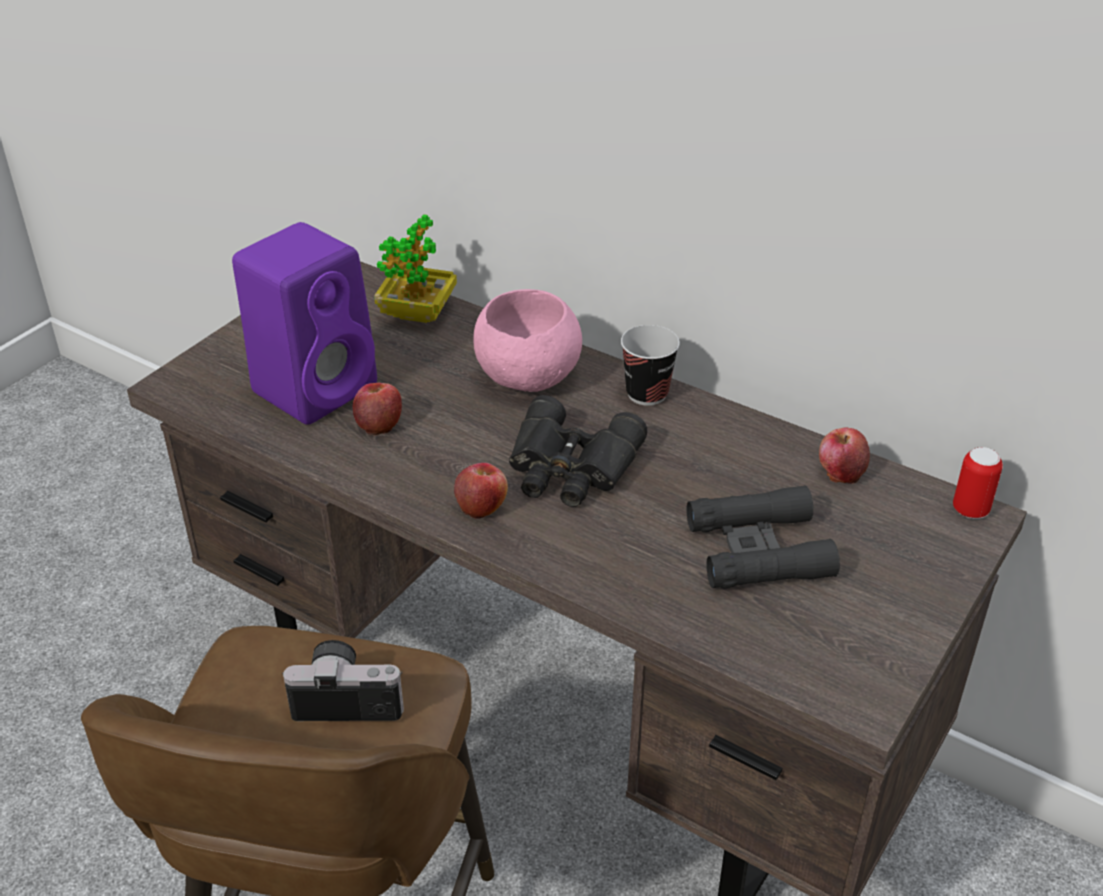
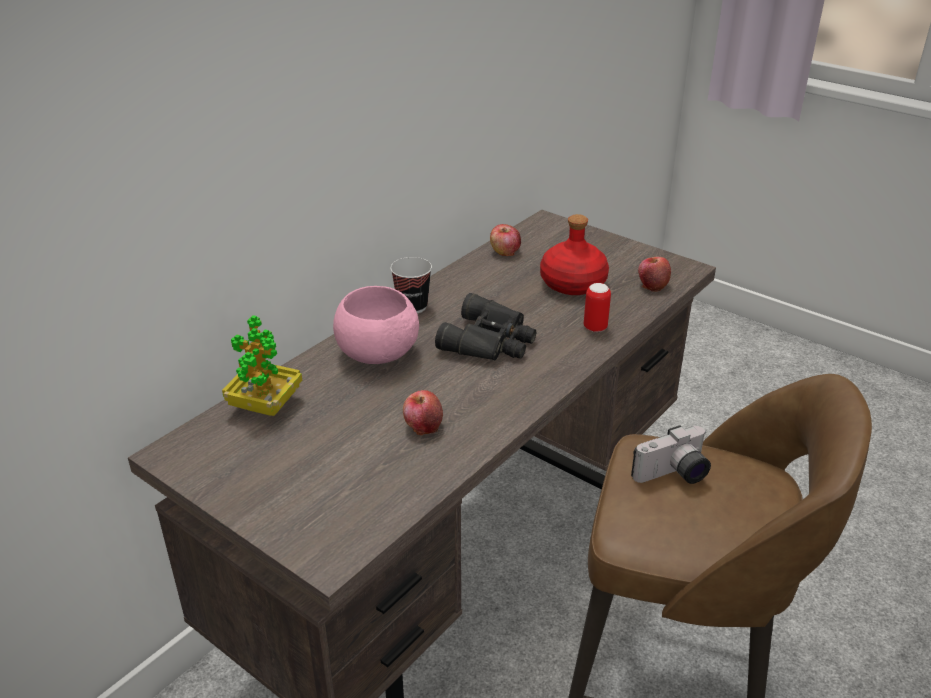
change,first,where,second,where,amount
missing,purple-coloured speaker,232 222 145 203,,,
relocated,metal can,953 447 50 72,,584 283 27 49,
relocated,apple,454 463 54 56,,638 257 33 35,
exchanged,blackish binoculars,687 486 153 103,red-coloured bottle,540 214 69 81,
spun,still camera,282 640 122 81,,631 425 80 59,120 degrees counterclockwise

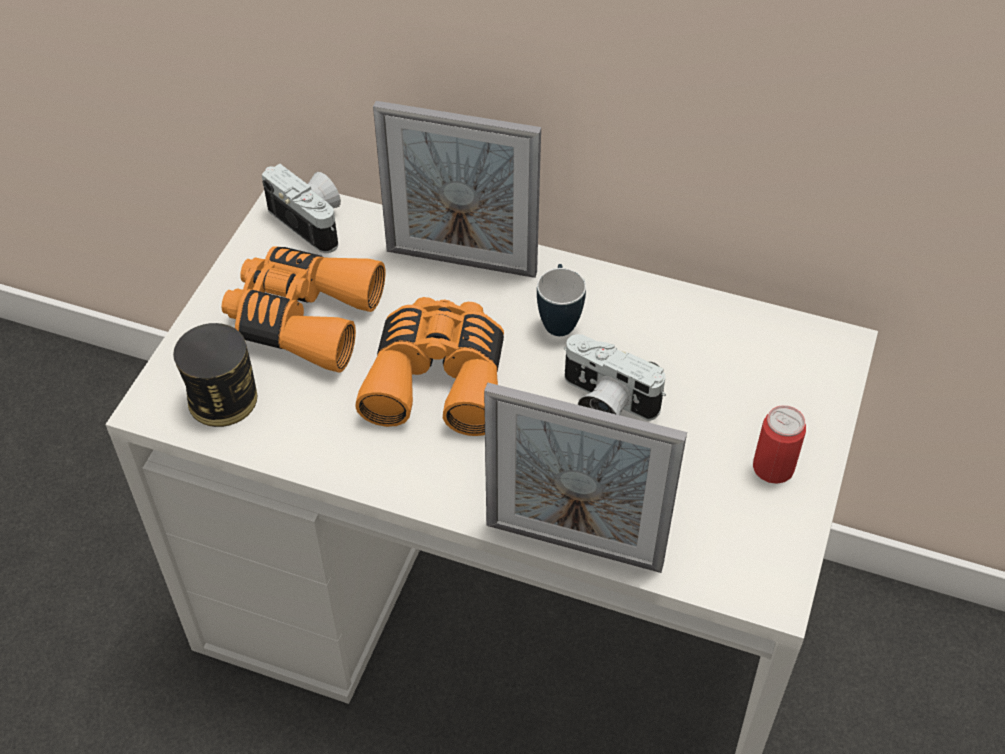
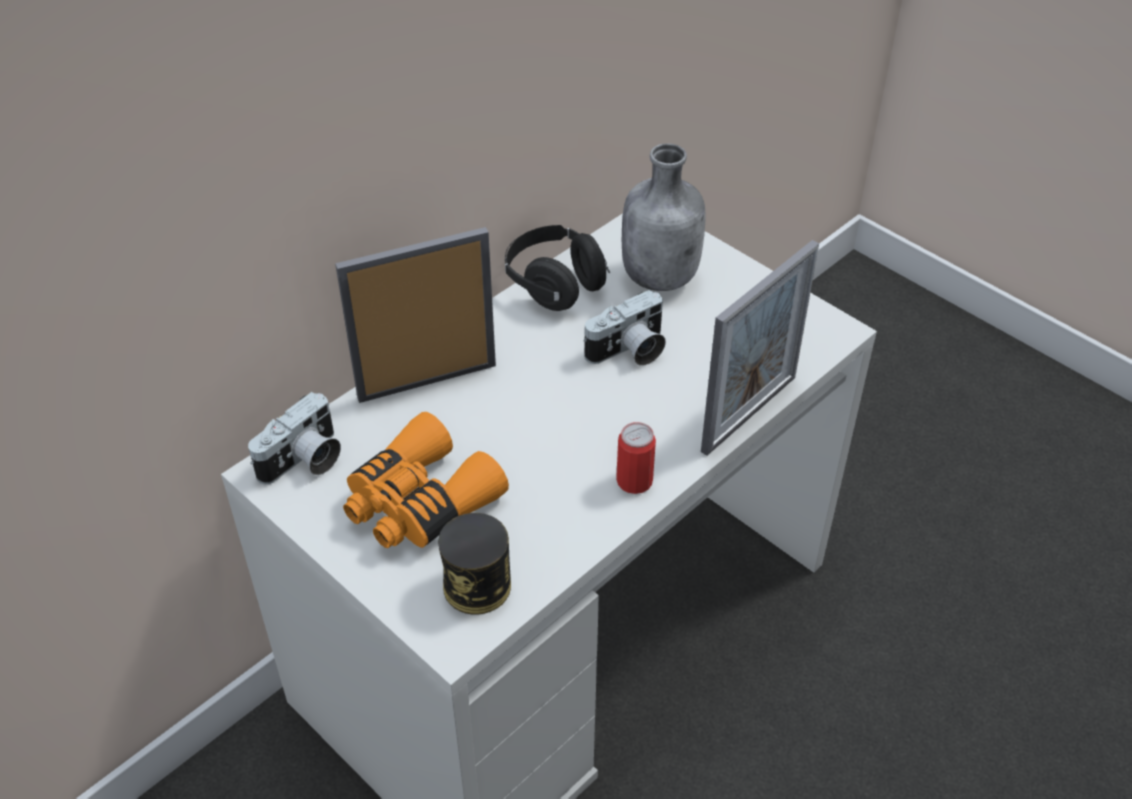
change,first,where,second,where,amount
spun,standing frame,373 101 168 177,,335 227 161 176,150 degrees counterclockwise
spun,still camera,262 164 79 89,,248 392 93 92,150 degrees clockwise
missing,mug,537 264 49 72,,,
missing,orange binoculars,355 297 149 139,,,
relocated,metal can,753 405 53 79,,616 422 40 72,
appeared,,,gray bottle,622 143 84 148,
appeared,,,blackish headphones,505 225 105 86,

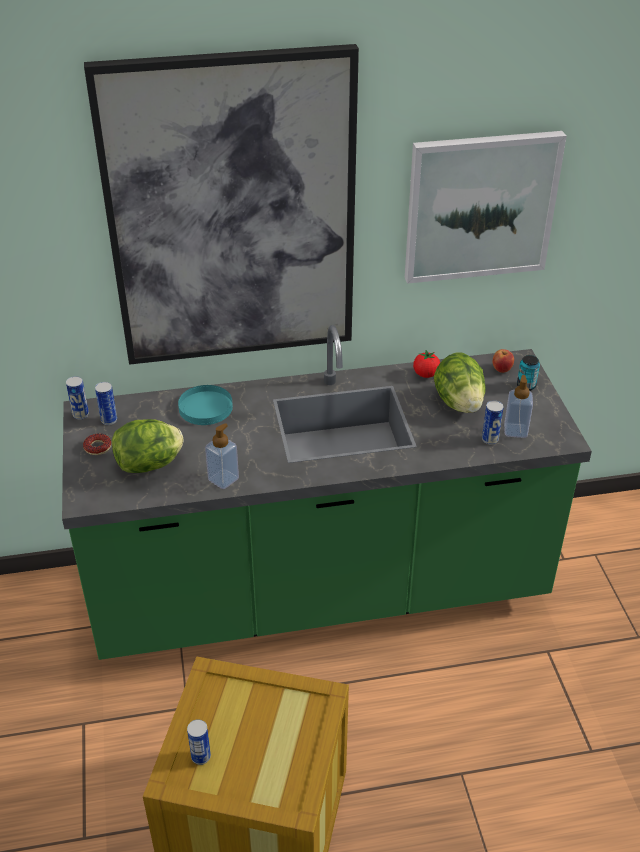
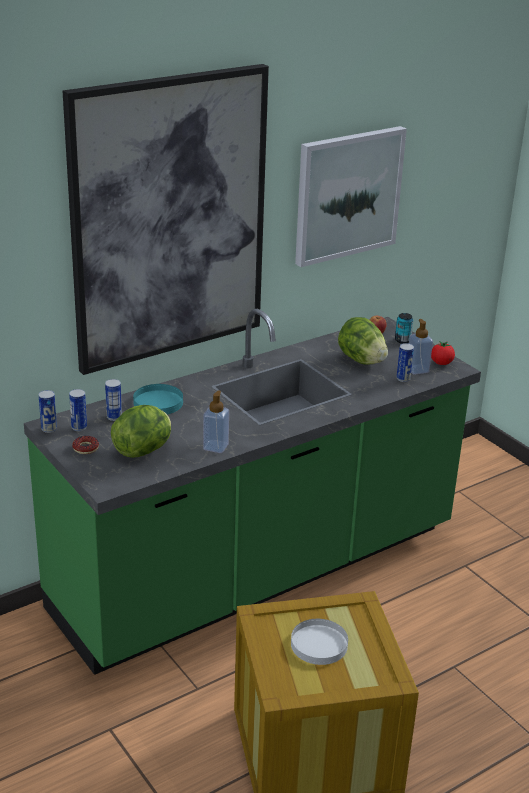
change,first,where,second,where,amount
relocated,tomato,413 350 27 28,,431 341 24 24,
relocated,metal can,187 719 24 46,,105 379 17 42,
appeared,,,whitish flat dish,291 619 57 46,

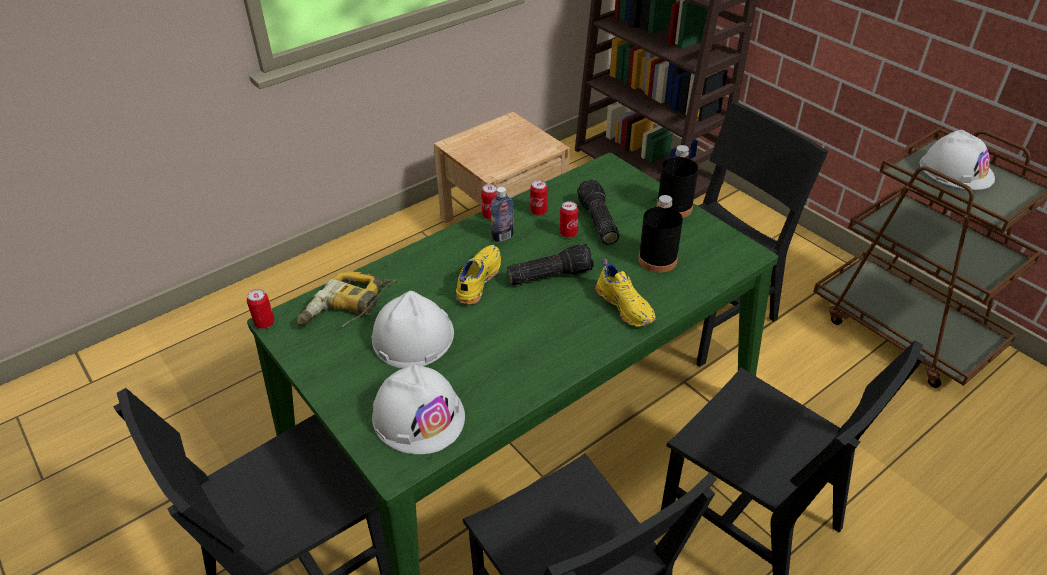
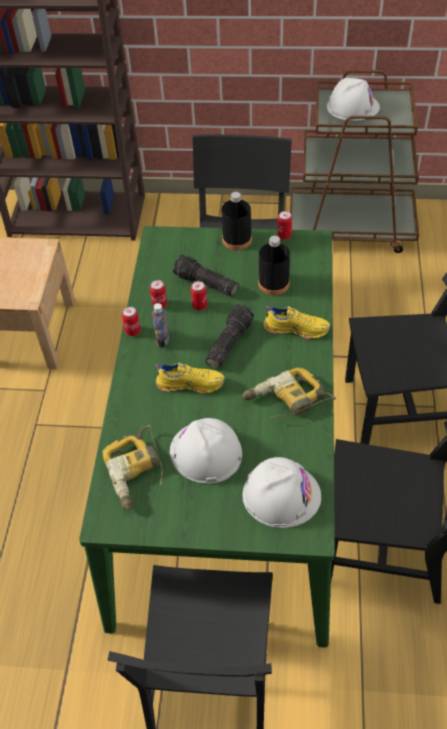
change,first,where,second,where,amount
spun,yellow-coloured item of footwear,456 245 45 60,,155 363 70 31,120 degrees clockwise
relocated,metal can,247 289 28 40,,277 211 15 29,
appeared,,,drill,242 368 94 50,

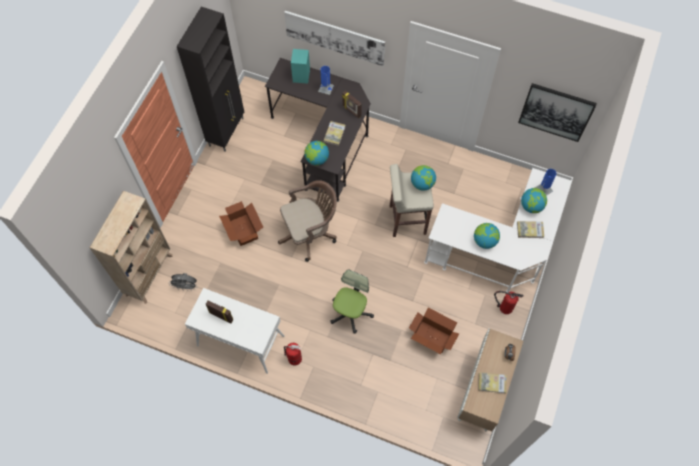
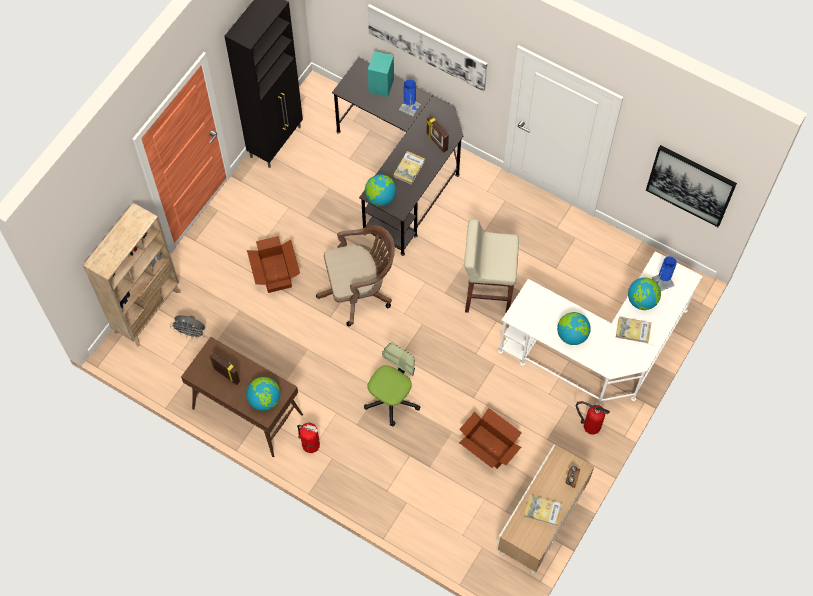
change,first,where,second,where,amount
relocated,world globe,411 165 25 26,,246 377 34 34,
colour,whitish narrow table,185 288 100 86,brownish narrow table,181 337 122 120,

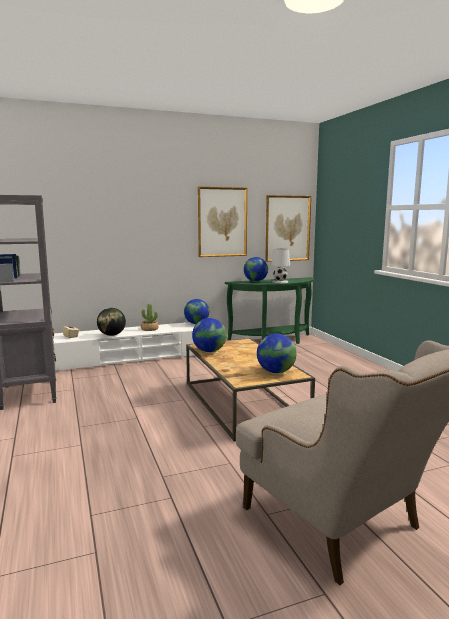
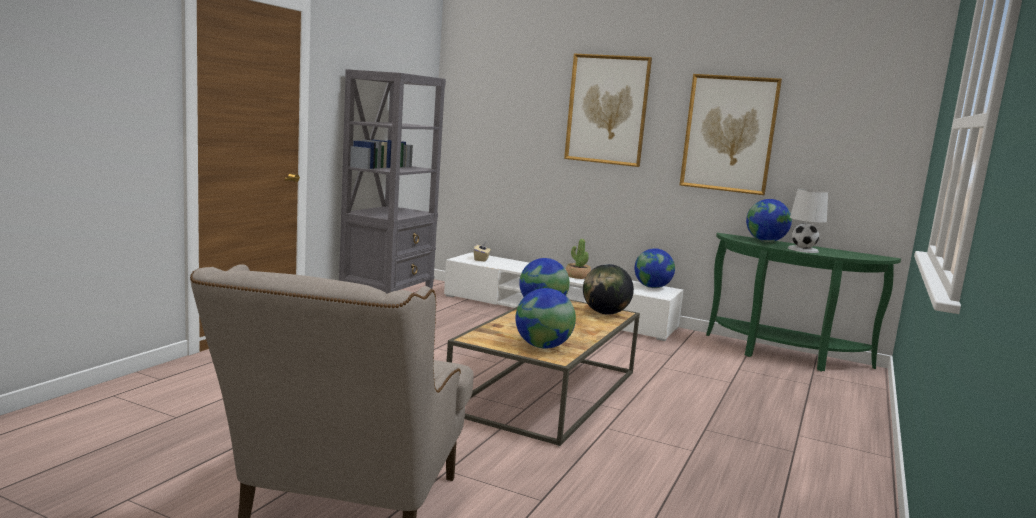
change,first,where,second,where,amount
relocated,wall art,265 195 46 67,,564 54 88 113,
relocated,world globe,97 308 29 28,,583 264 51 51,

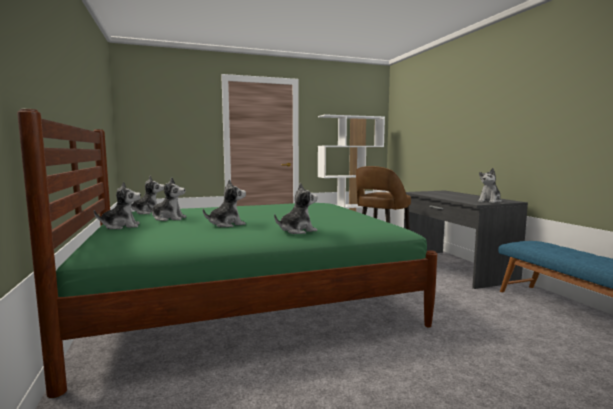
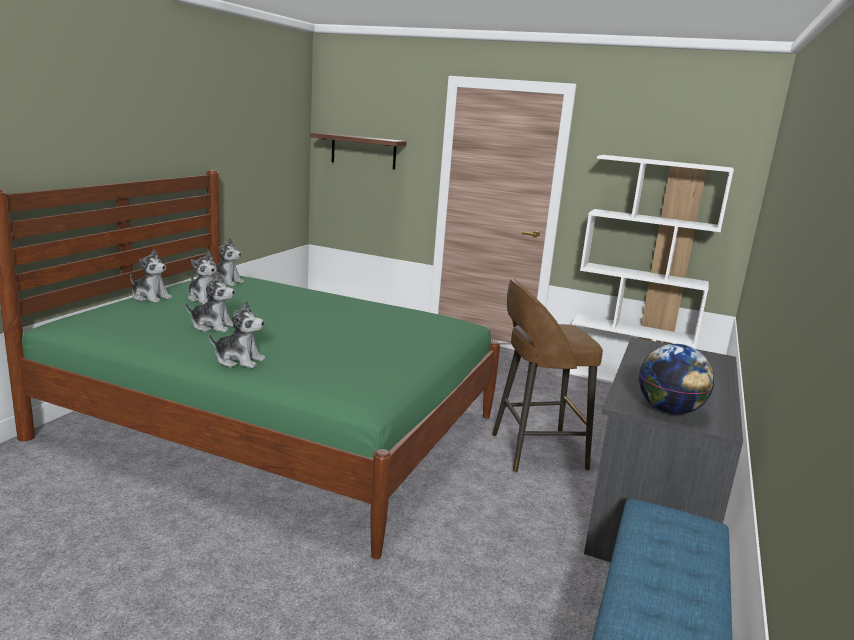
change,first,where,second,where,amount
exchanged,soft toy,478 168 24 35,world globe,639 344 75 70,
appeared,,,bracket shelf,310 133 97 37,

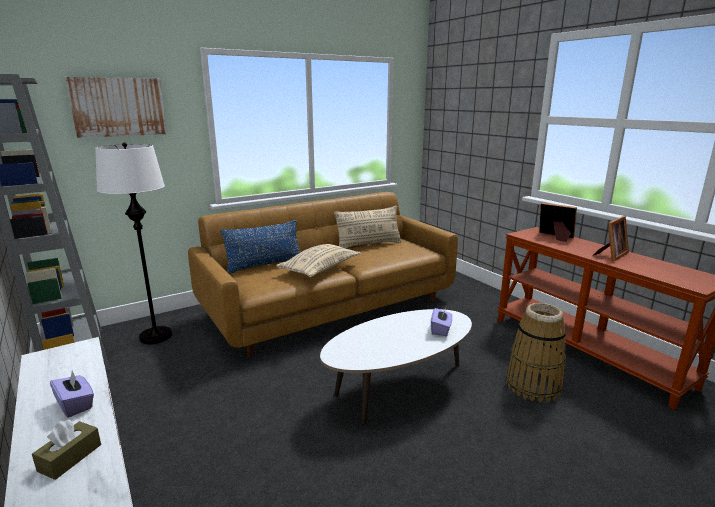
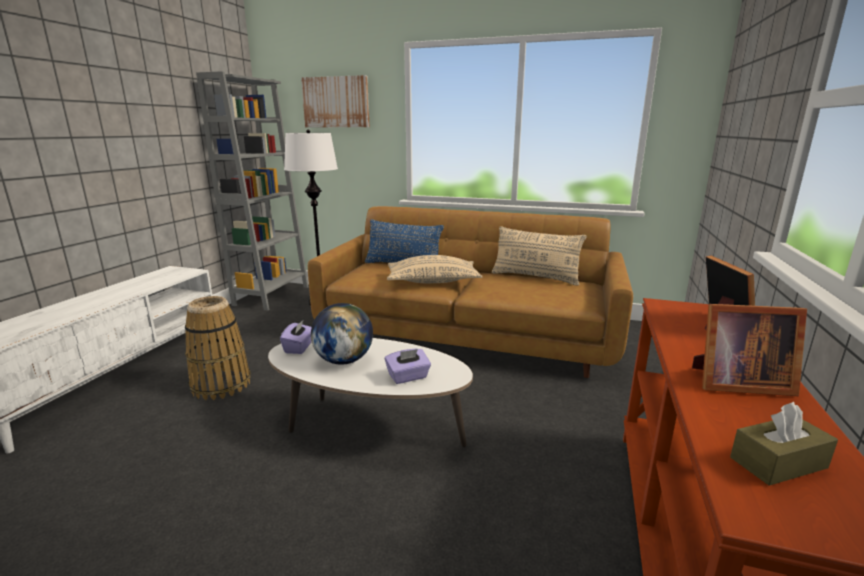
change,first,where,second,where,amount
relocated,basket,506 303 60 99,,185 296 66 104,
relocated,purple-coloured tissue box,50 370 44 48,,280 319 32 35,
relocated,brownish tissue box,32 419 69 61,,730 402 108 83,
appeared,,,world globe,311 303 62 62,

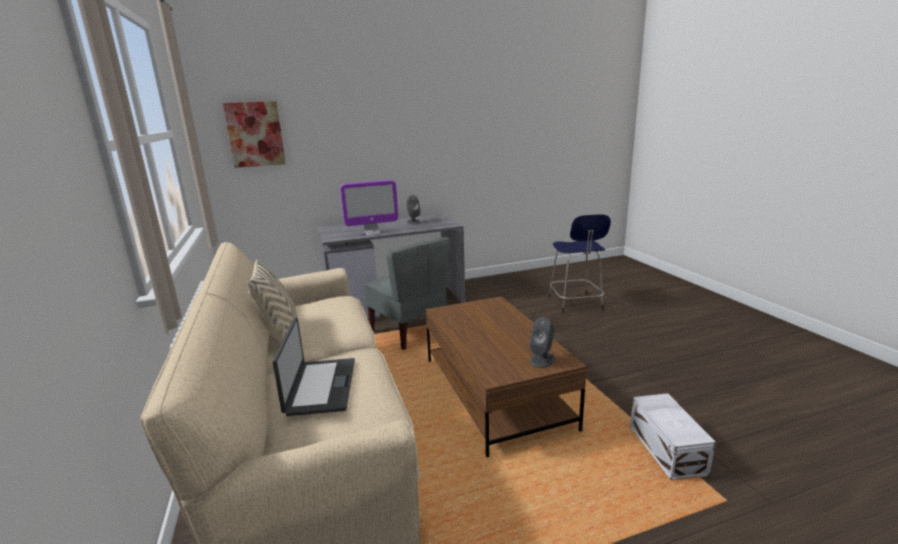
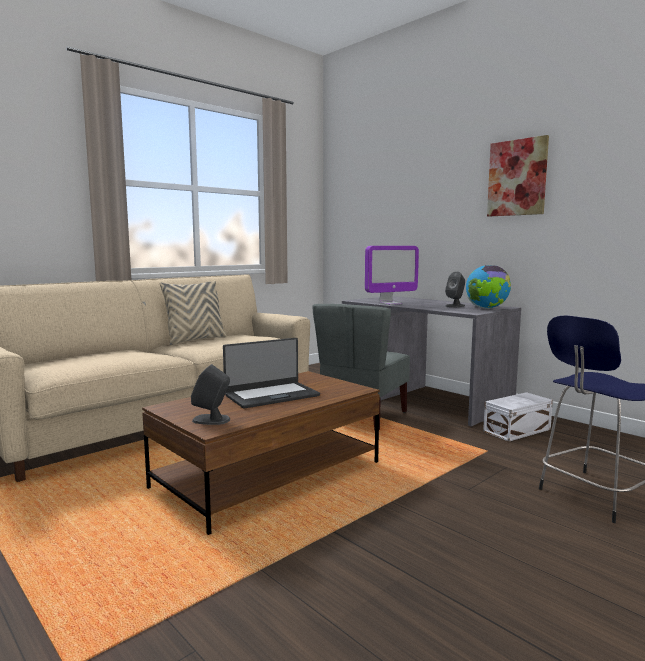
change,first,where,second,where,amount
relocated,wall art,223 101 63 67,,487 135 62 82,
spun,computer screen,340 180 58 56,,365 246 54 59,75 degrees counterclockwise
relocated,notebook computer,272 317 83 99,,223 338 97 70,
relocated,whitish storage container,630 393 86 87,,483 392 70 49,
appeared,,,world globe,466 265 45 44,

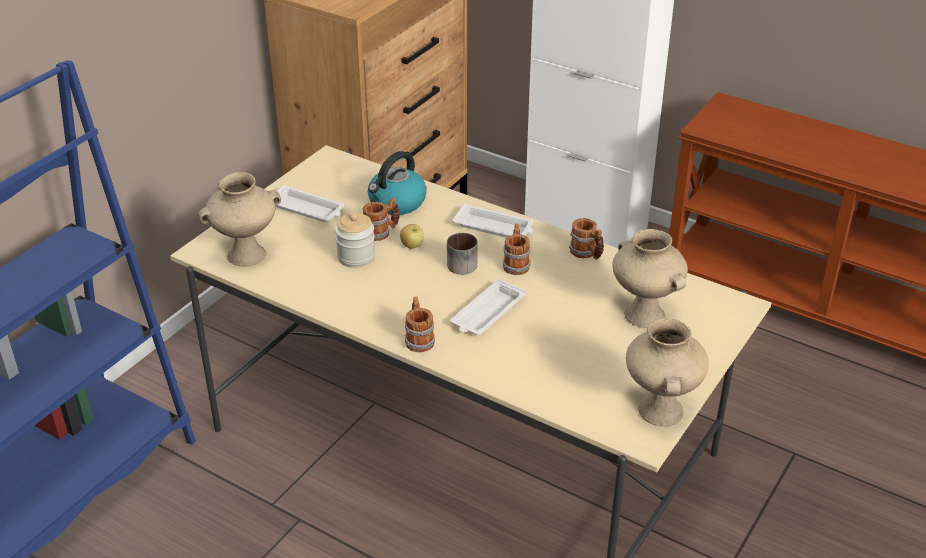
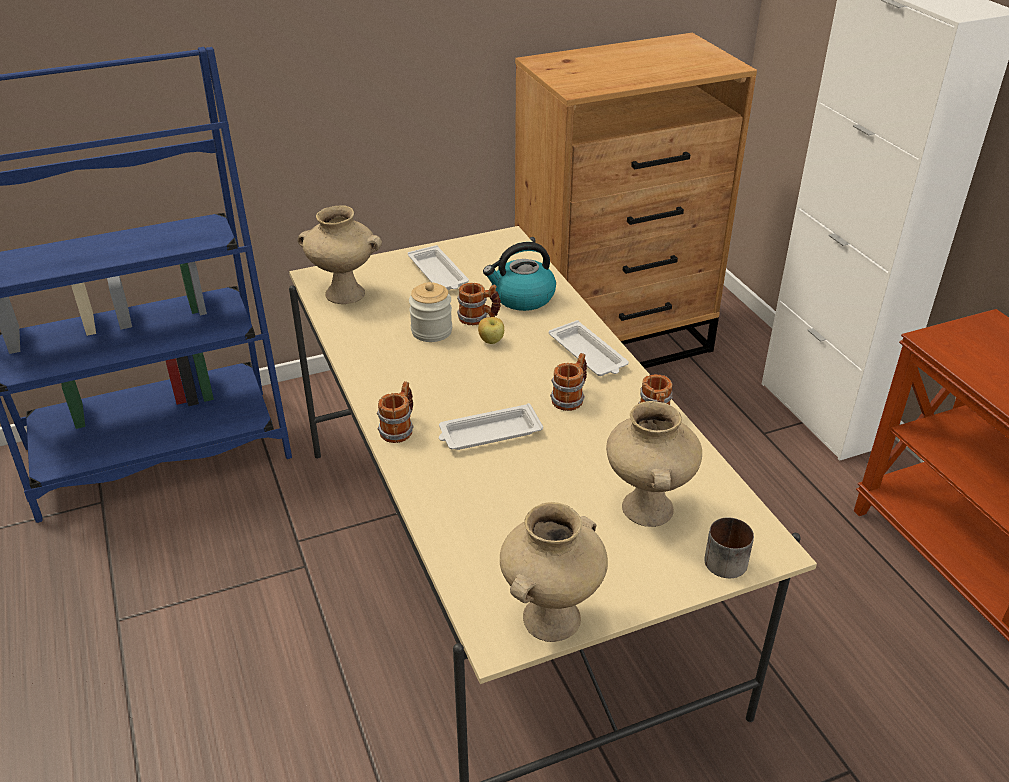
change,first,where,second,where,amount
relocated,mug,447 233 31 42,,704 517 50 61,

